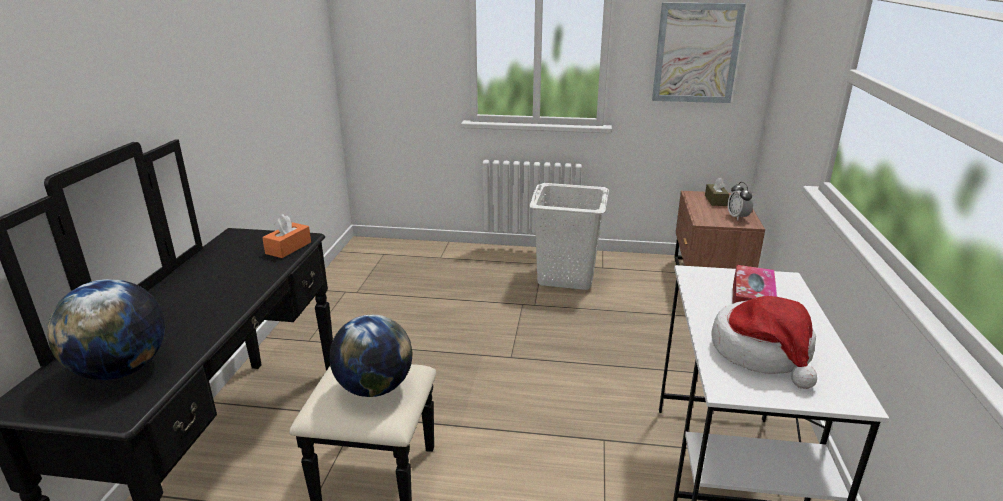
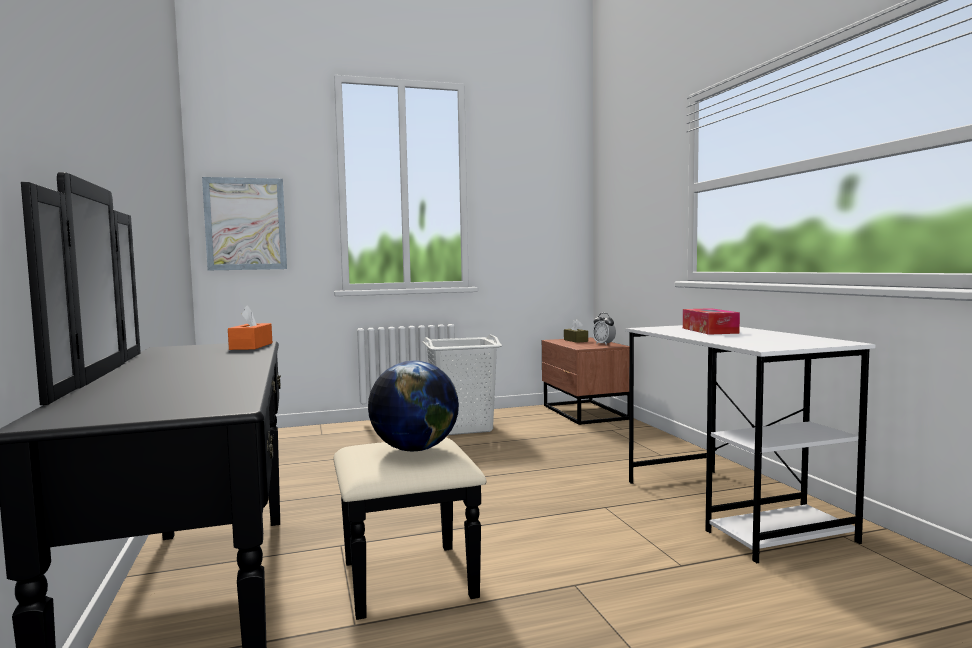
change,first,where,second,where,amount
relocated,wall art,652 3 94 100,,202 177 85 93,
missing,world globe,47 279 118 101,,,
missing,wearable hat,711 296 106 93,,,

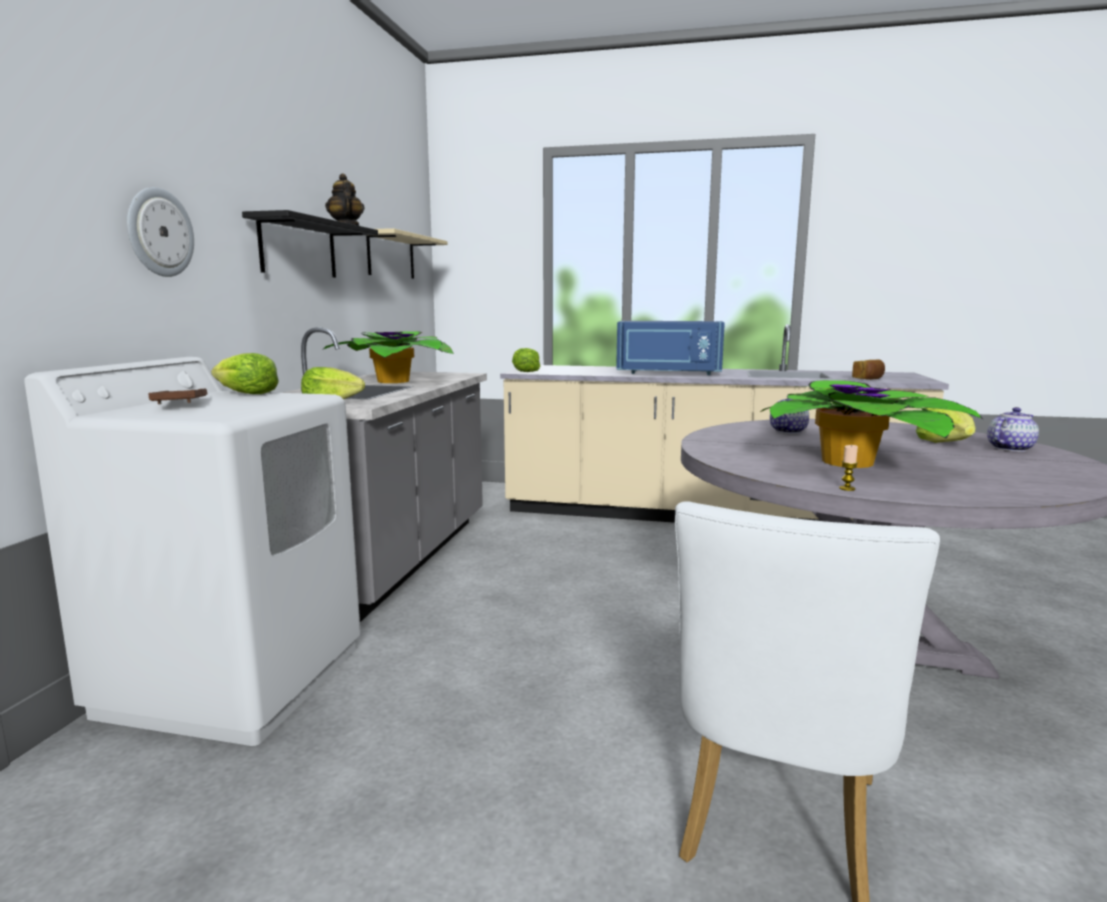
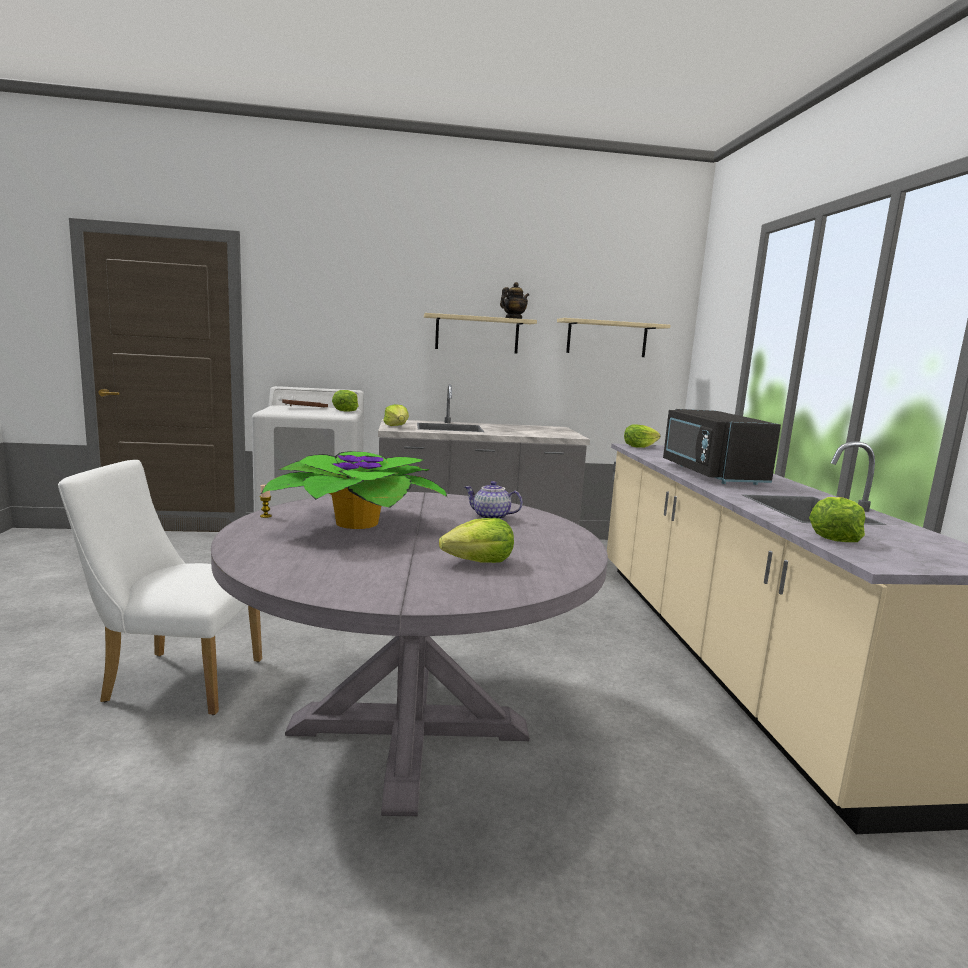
change,first,where,second,where,amount
missing,wall clock,127 187 67 90,,,
colour,blackish bracket shelf,242 210 136 67,beige bracket shelf,424 313 113 41,
colour,bluish microwave,616 321 109 54,blackish microwave,663 409 118 76,
missing,houseplant,322 331 132 52,,,
exchanged,baked bread,852 360 33 20,lettuce head,809 497 56 45,
missing,teapot,987 407 52 45,,,

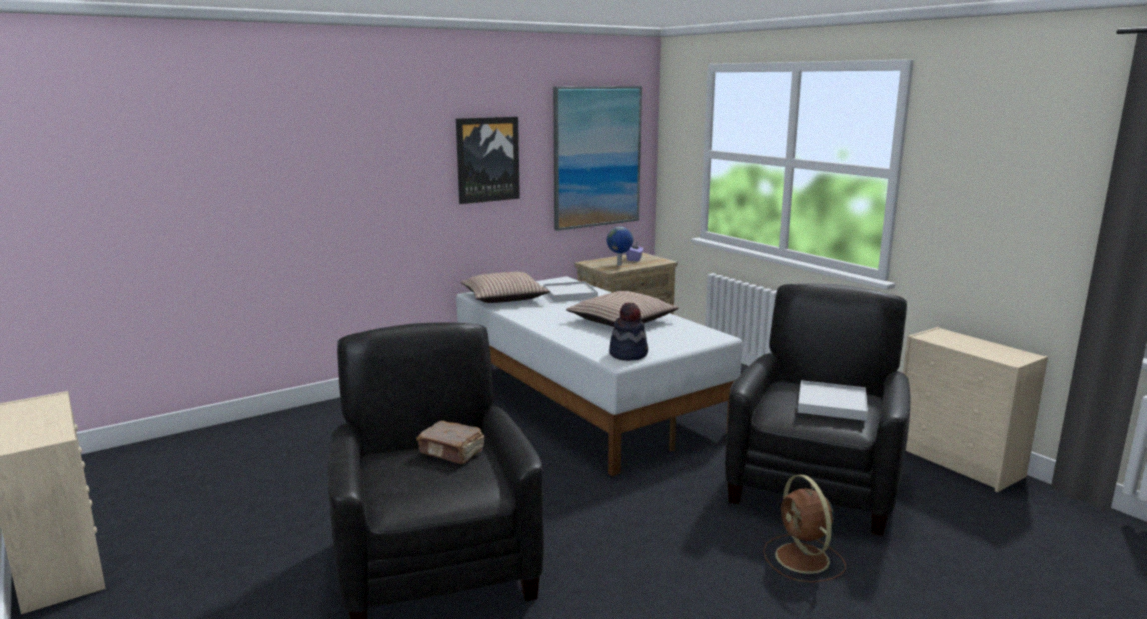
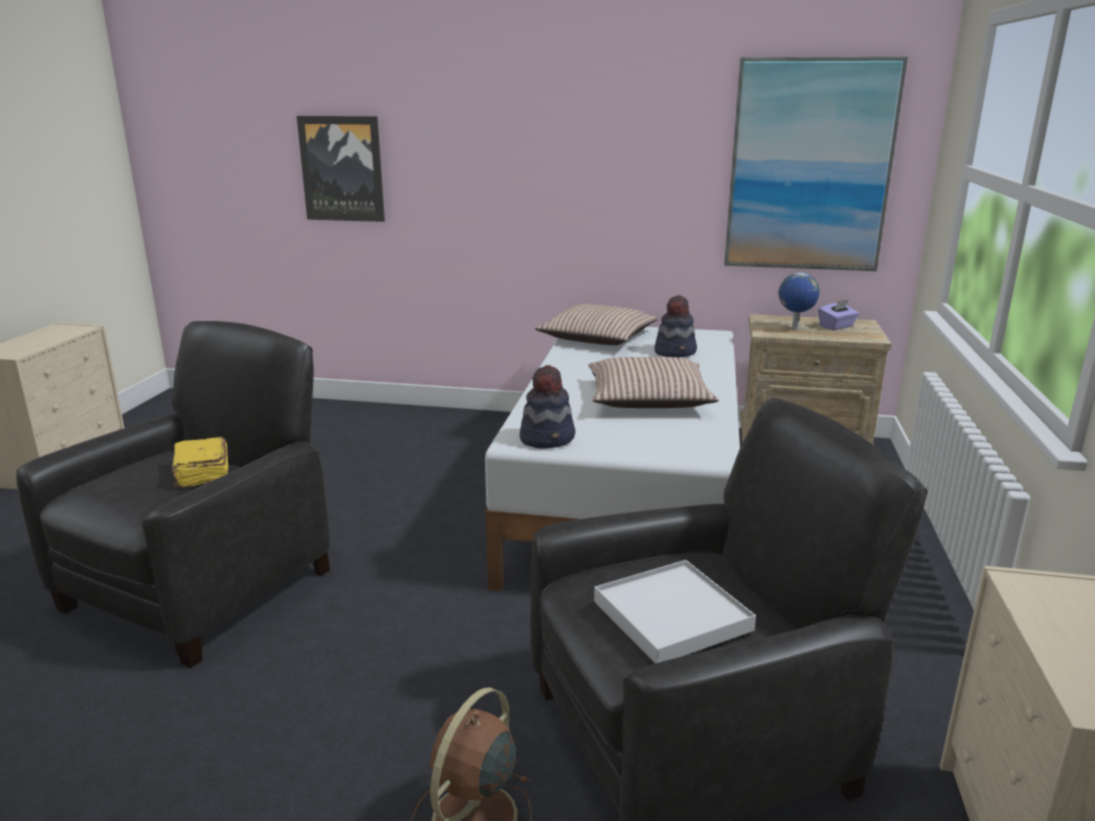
change,first,where,second,where,amount
relocated,wall art,456 117 64 87,,297 116 88 106,
exchanged,whitish serving tray,543 281 55 21,wearable hat,654 295 43 63,
colour,brownish bound book,416 421 68 43,yellow-coloured bound book,172 437 56 51,

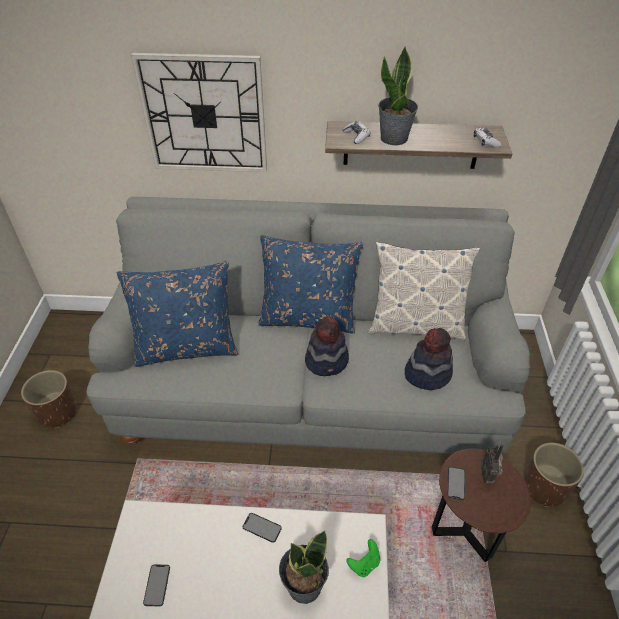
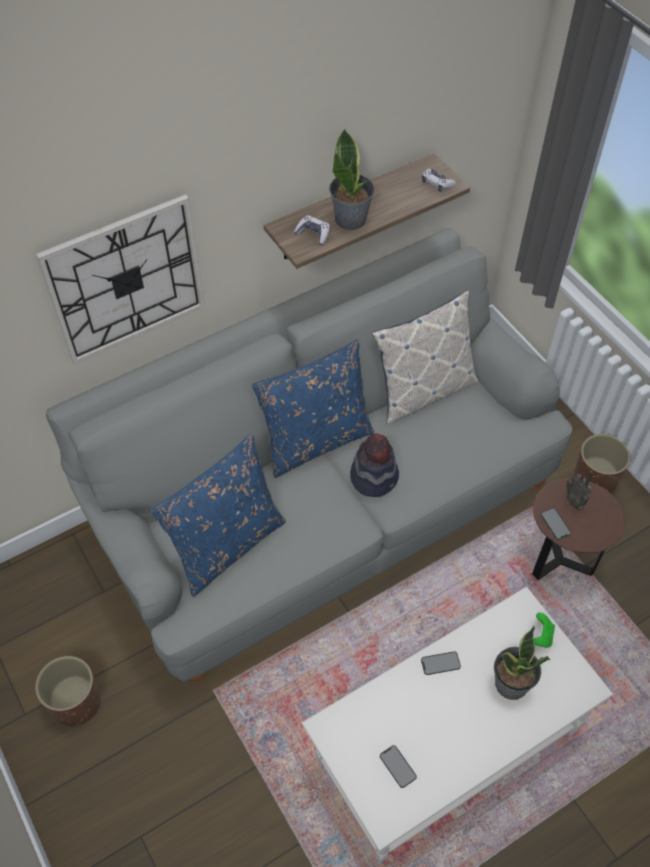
change,first,where,second,where,amount
missing,wearable hat,405 328 48 62,,,

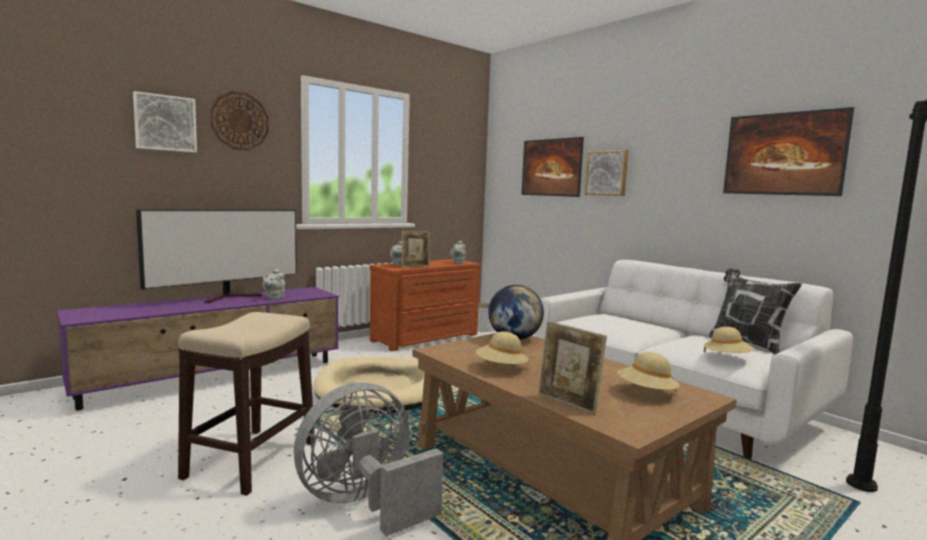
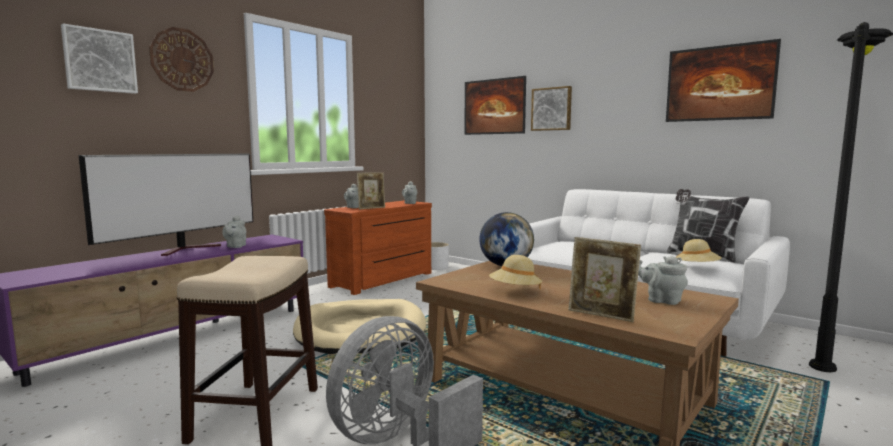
change,first,where,second,where,amount
exchanged,beige wearable hat,617 352 63 41,gray teapot,638 256 50 49,

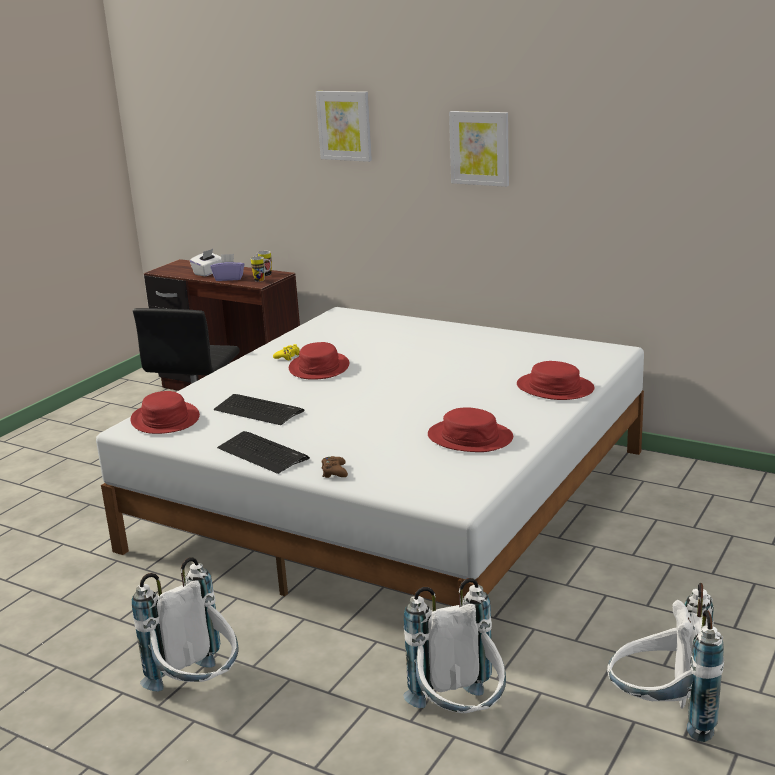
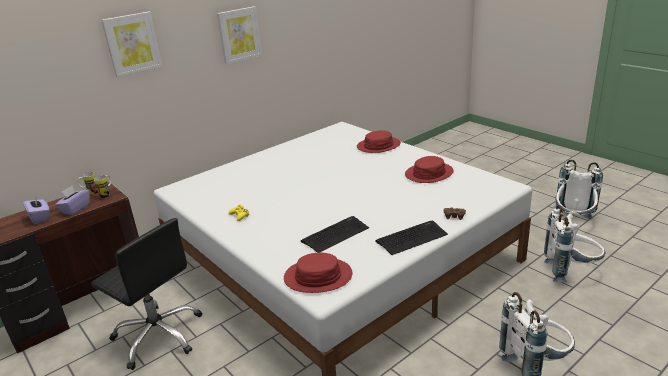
change,first,where,second,where,amount
colour,whitish tissue box,190 249 32 27,purple-coloured tissue box,23 197 27 27,
missing,red-coloured wearable hat,289 342 60 38,,,

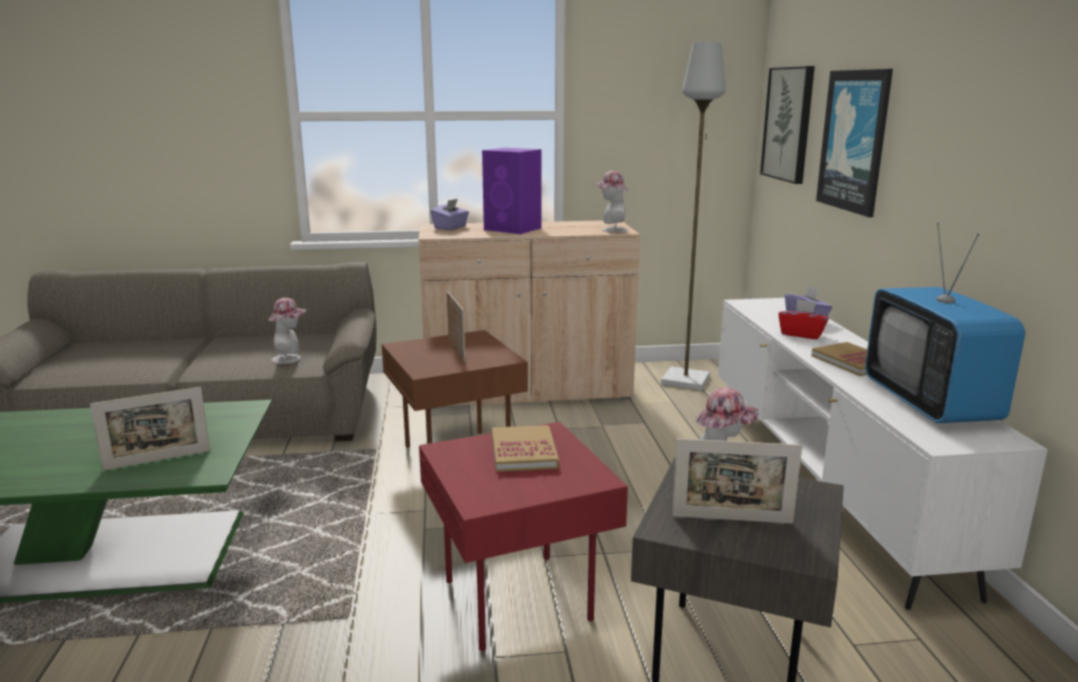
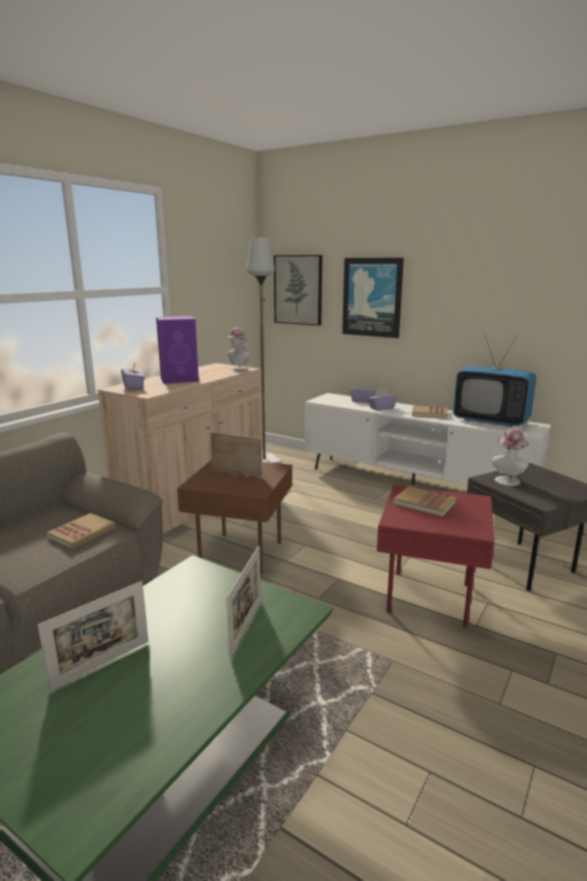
change,first,where,second,where,amount
exchanged,wearable hat,269 298 37 66,bound book,47 513 69 36,
colour,red-coloured tissue box,778 299 51 40,purple-coloured tissue box,368 389 29 21,
relocated,standing frame,672 438 130 86,,38 581 110 110,

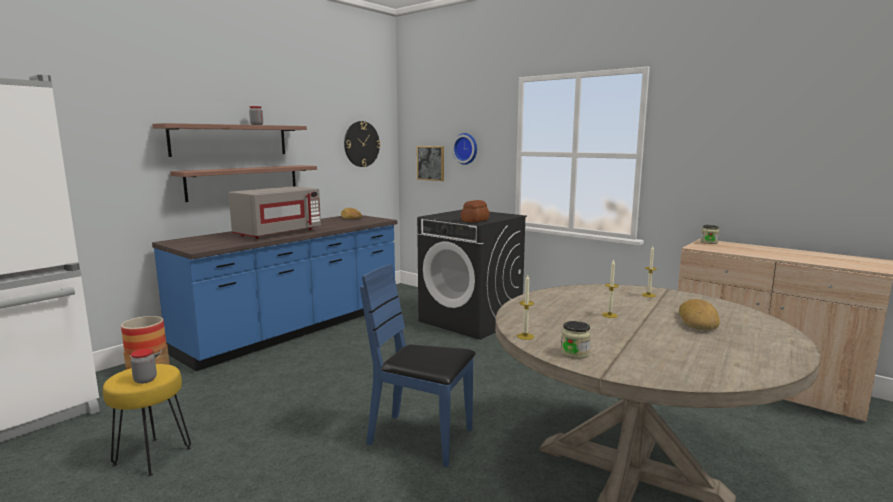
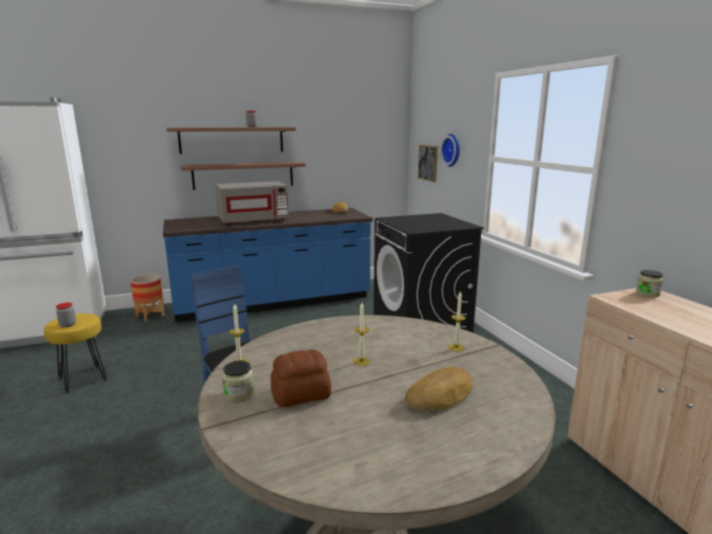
change,first,where,second,where,amount
missing,wall clock,344 121 37 46,,,
relocated,baked bread,461 200 28 23,,271 349 60 58,

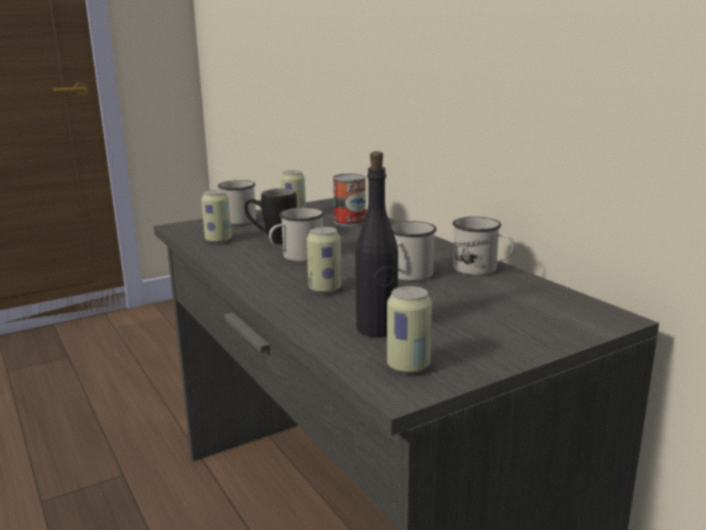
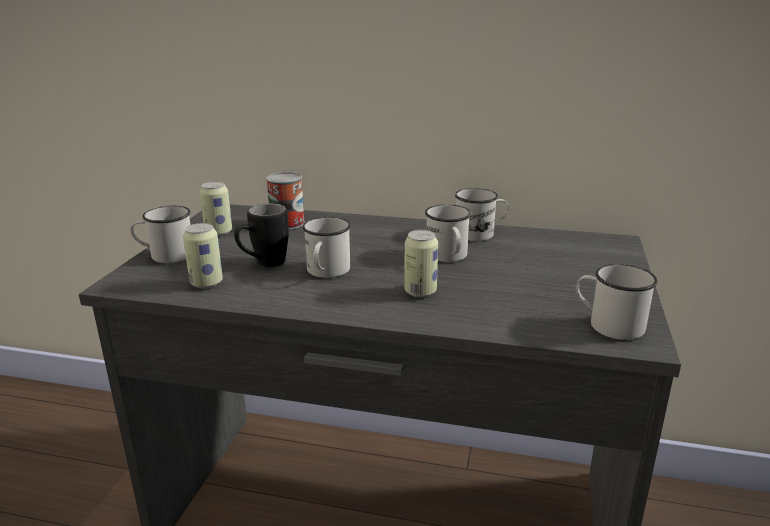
change,first,where,second,where,amount
missing,blackish bottle,355 151 43 186,,,
exchanged,metal can,387 286 45 88,whitish mug,576 264 82 76,

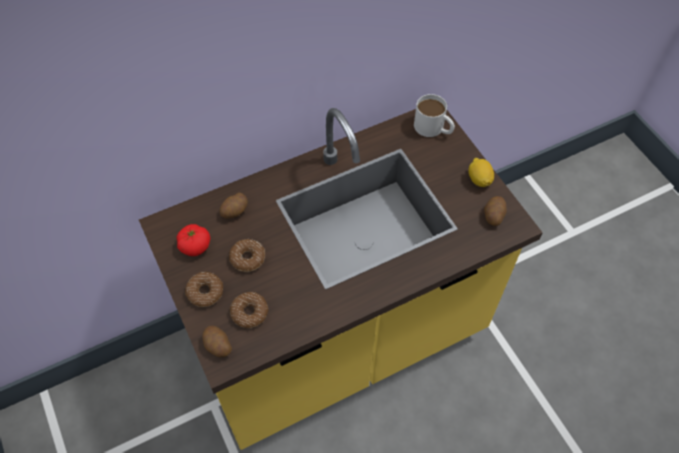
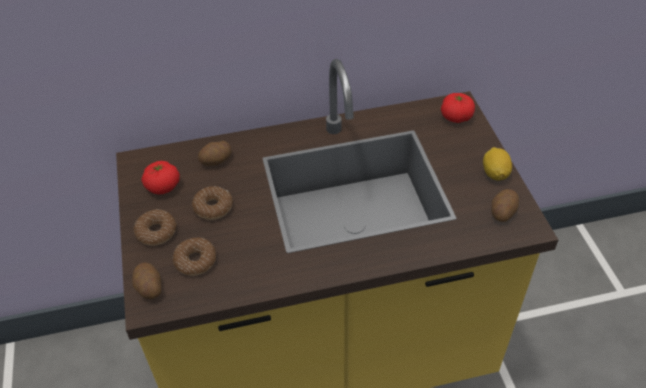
change,first,where,second,where,amount
exchanged,whitish mug,414 94 41 43,tomato,441 93 34 30,

